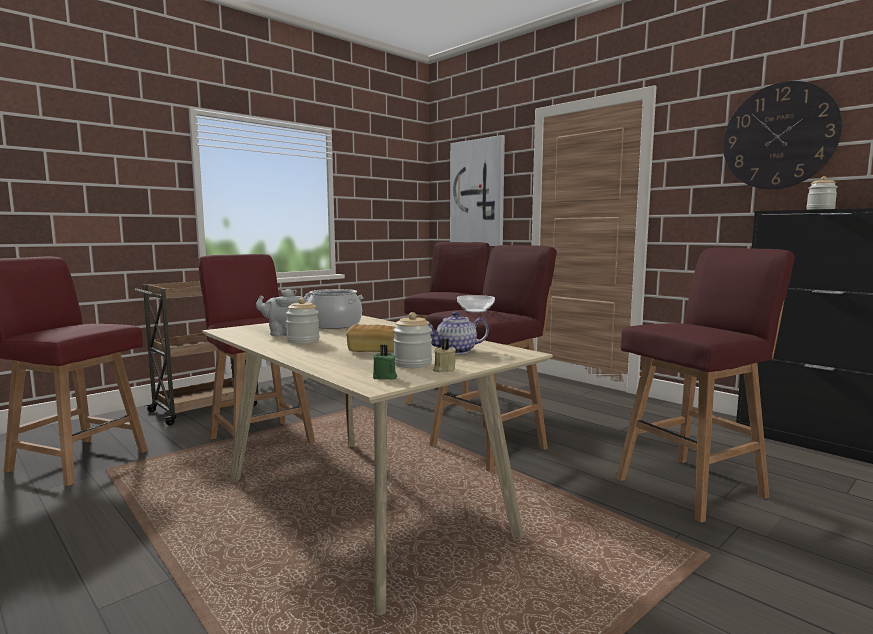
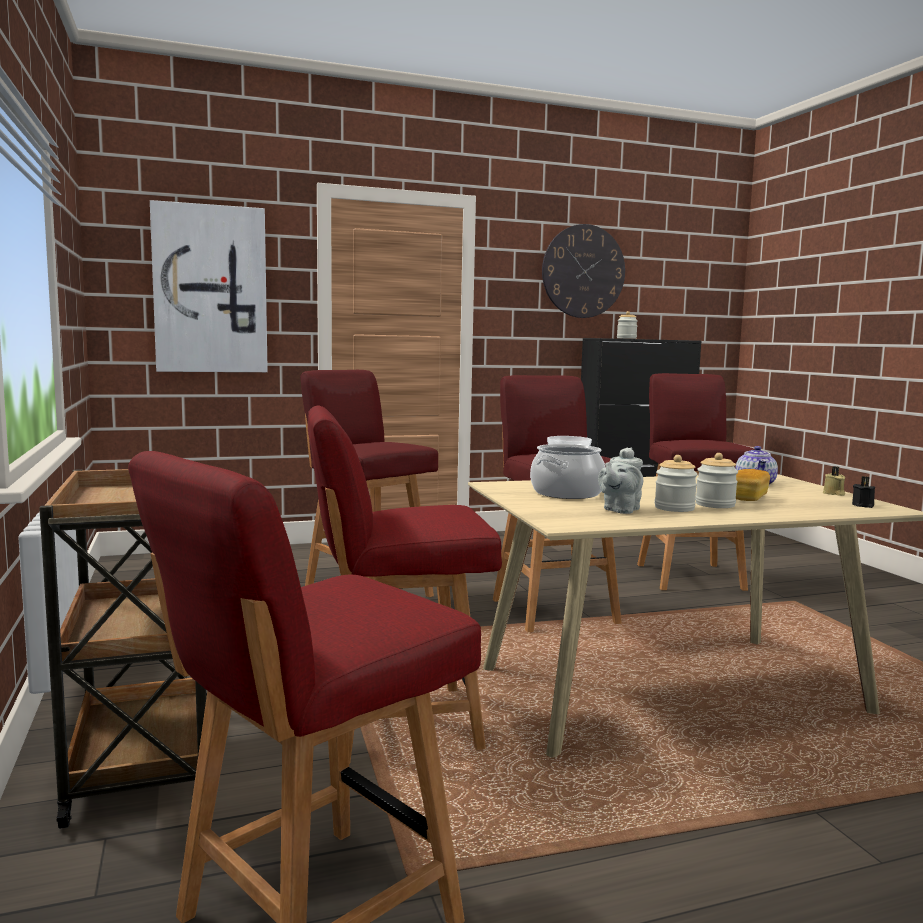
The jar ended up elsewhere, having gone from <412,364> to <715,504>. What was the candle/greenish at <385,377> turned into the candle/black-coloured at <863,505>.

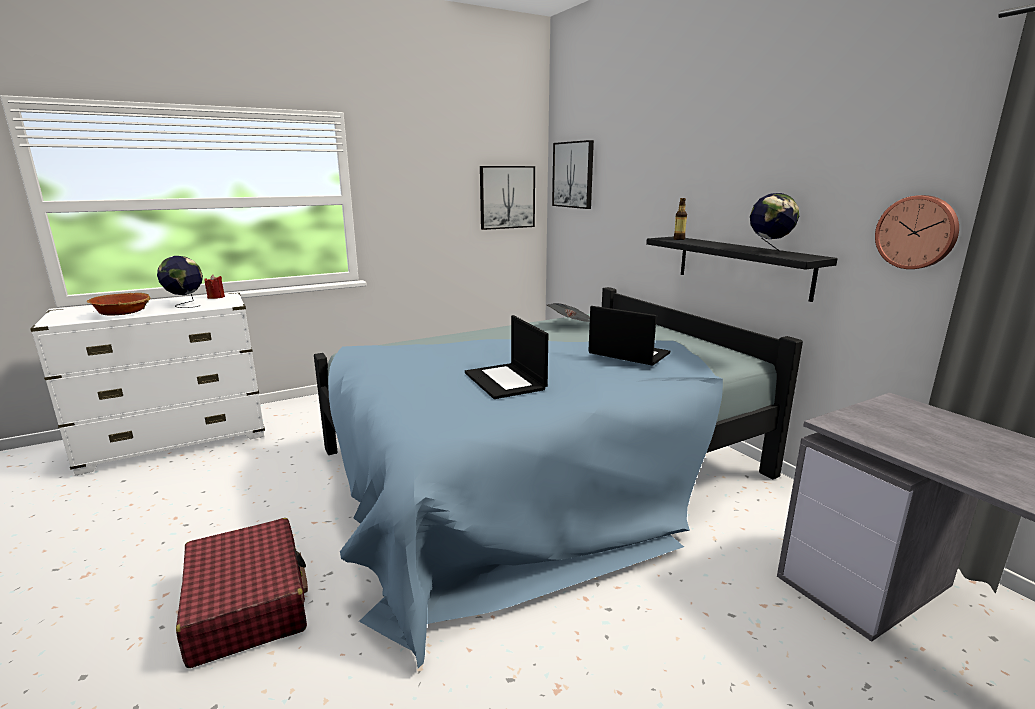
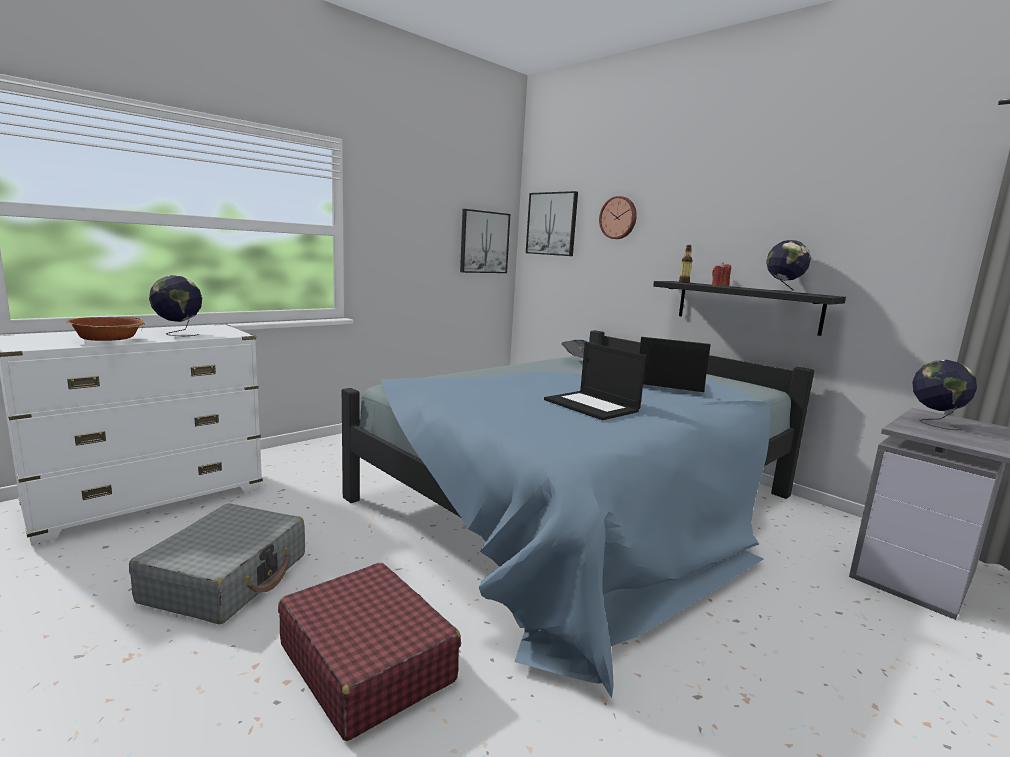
The hanging clock ended up elsewhere, having gone from <917,232> to <618,218>. The candle/reddish ended up elsewhere, having gone from <216,297> to <719,285>. The second view gained the world globe at <934,423>. The second view gained the suitcase/grey at <227,578>.

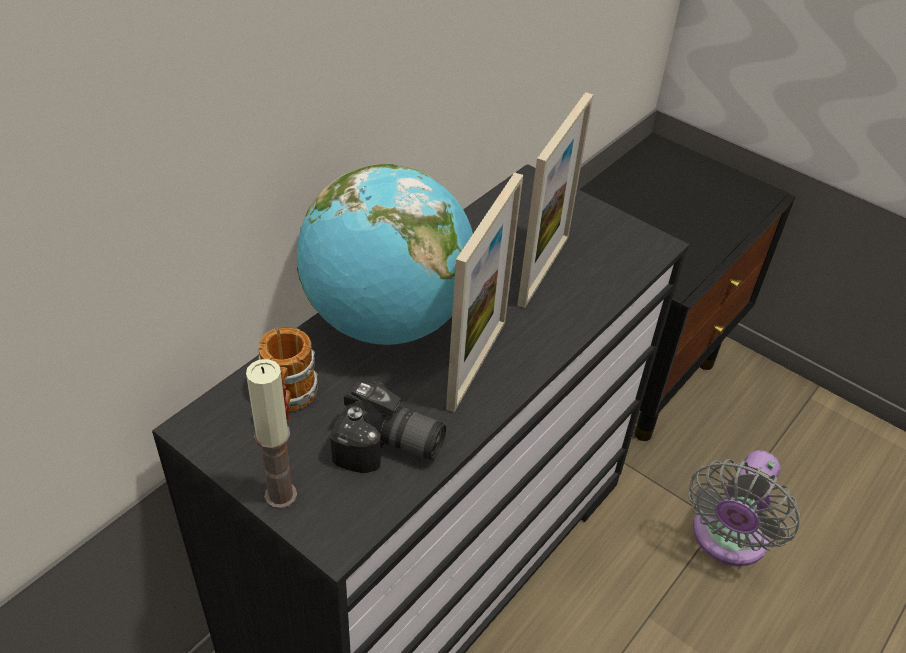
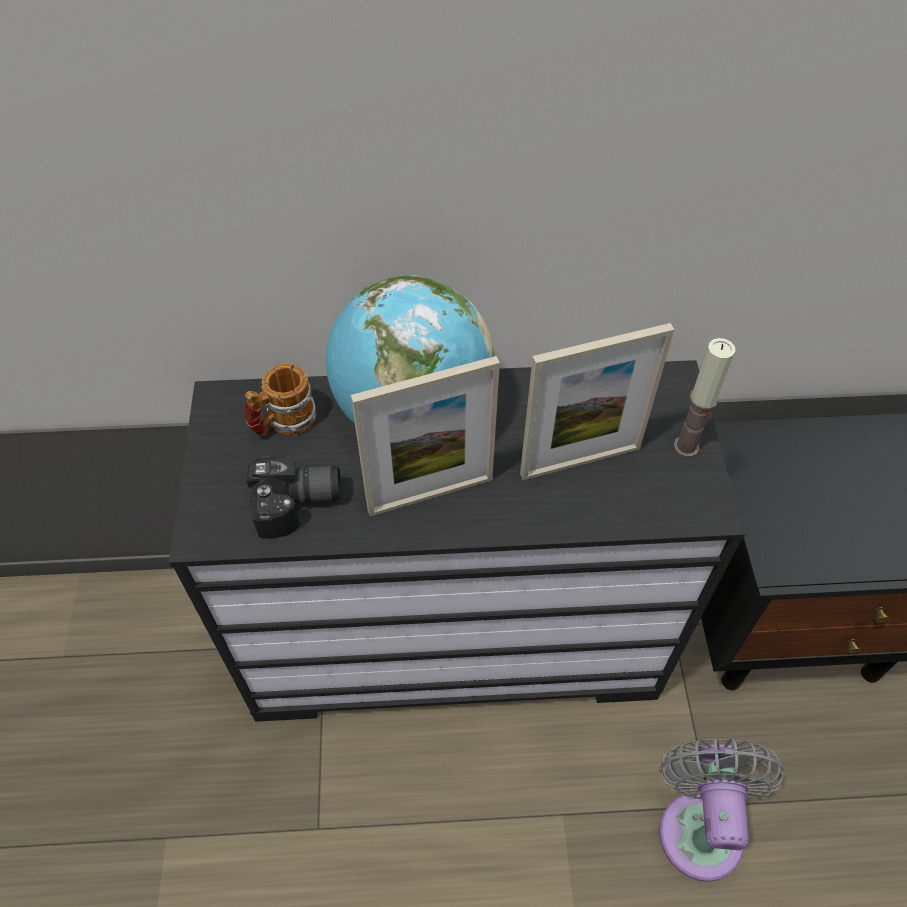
The candle ended up elsewhere, having gone from <281,495> to <686,447>. The photo camera at <388,449> ended up facing another way, 75 degrees counterclockwise from before. The fan/grey at <726,539> ended up facing another way, 105 degrees clockwise from before.

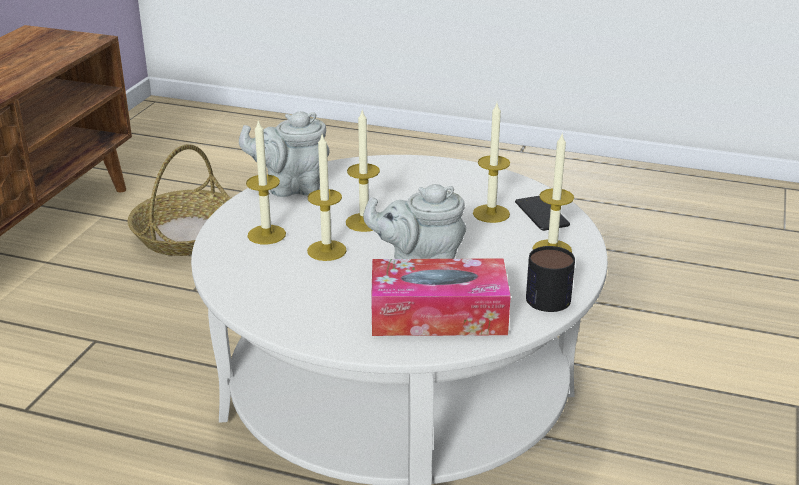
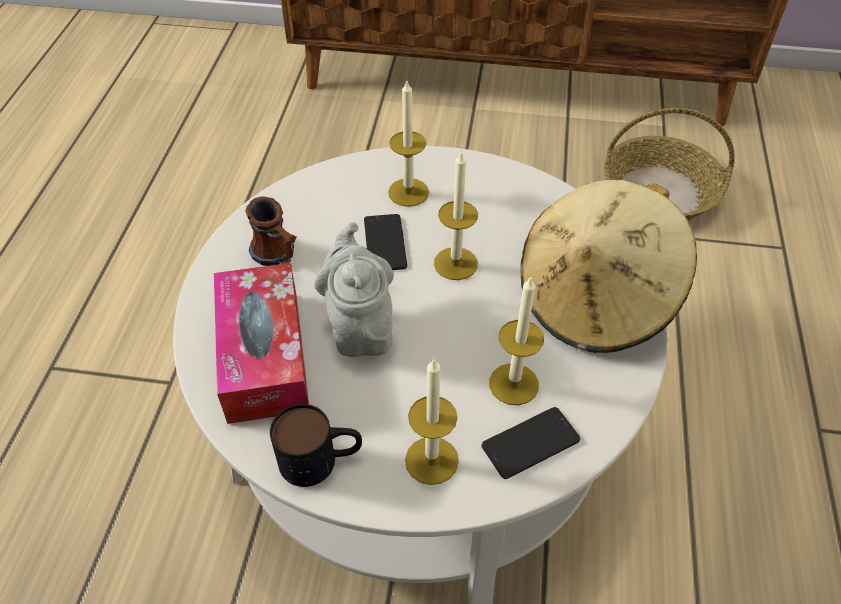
The second view lost the pot for tea/grey at <291,188>. Where the candle stood at <326,250>, the telephone came to stand at <385,243>. The second view gained the clothing hat/beige-coloured at <596,300>. The second view gained the mug at <279,258>.

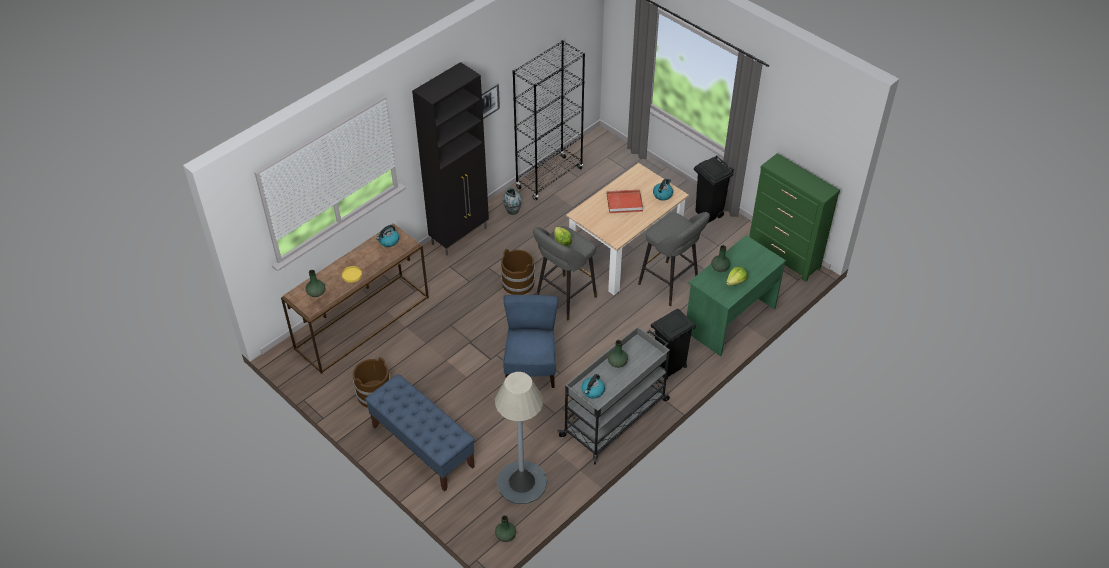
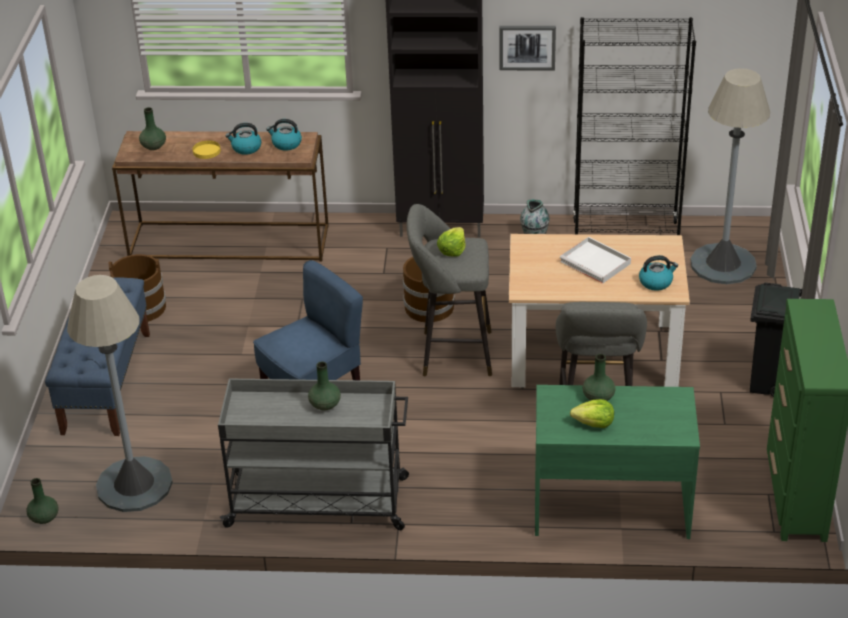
What was the tray/reddish at <625,202> turned into the tray/white-coloured at <596,263>. The second view lost the trash can/black-coloured at <668,368>. The water kettle ended up elsewhere, having gone from <592,391> to <246,148>. The second view gained the standing lamp/grey at <723,264>.

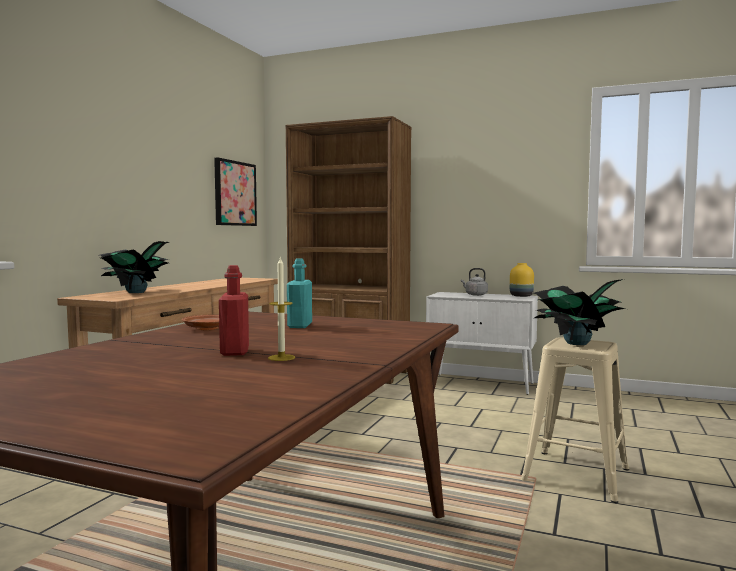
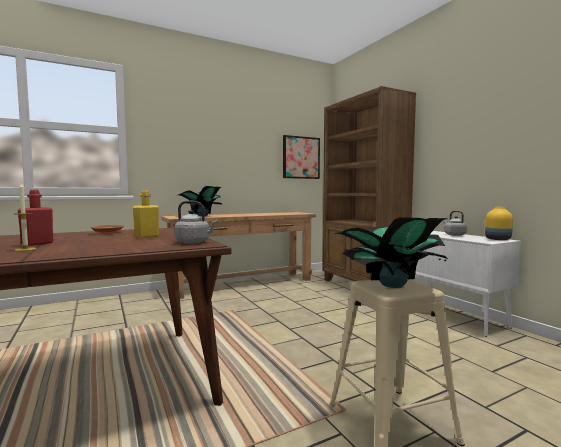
What was the drink bottle/blue-green at <300,325> turned into the drink bottle/yellowish at <146,236>. The second view gained the water kettle/grey at <194,242>.

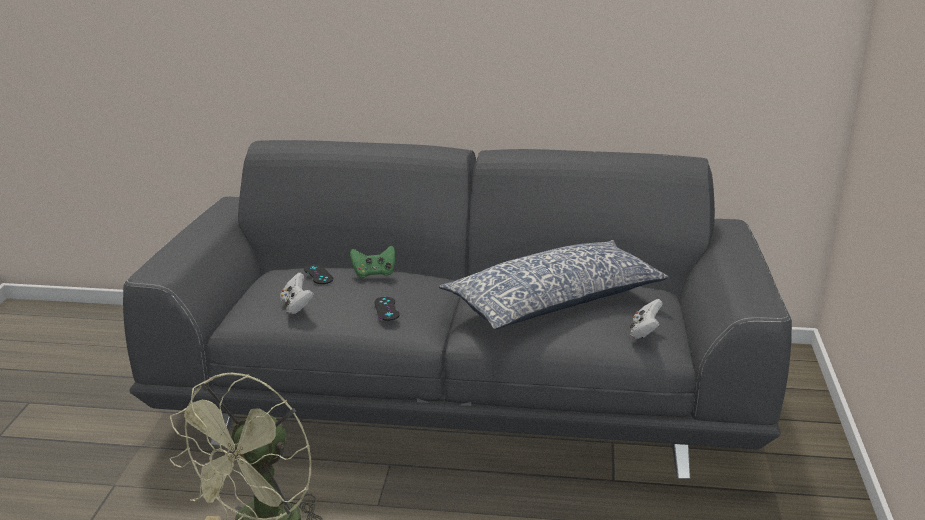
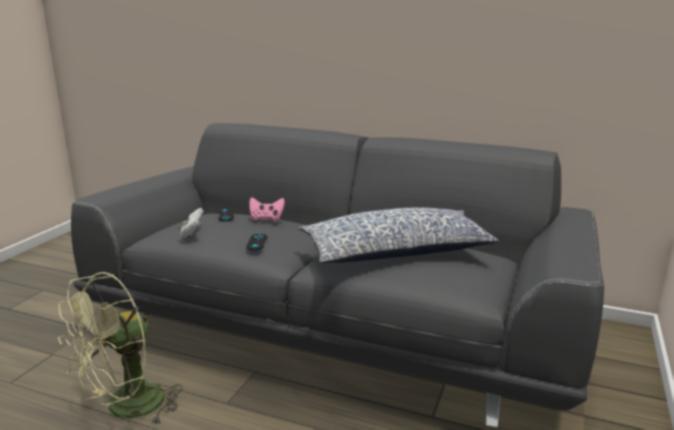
What was the gamepad/greenish at <374,273> turned into the gamepad/pinkish at <266,218>. The second view lost the gamepad/white-coloured at <644,332>.

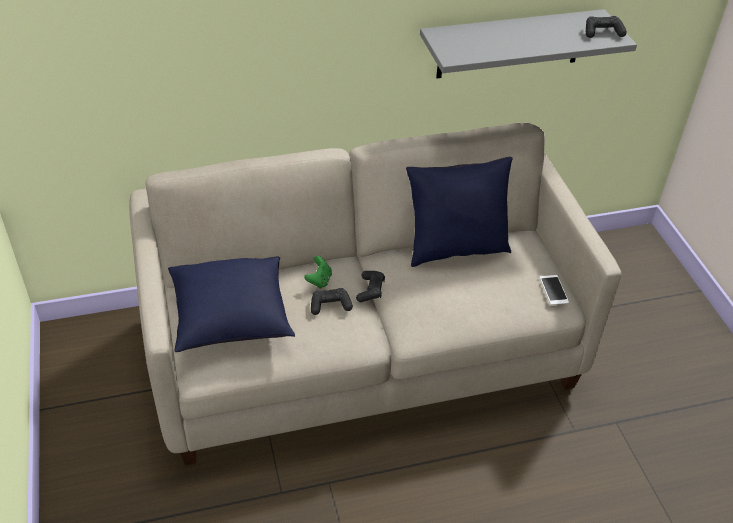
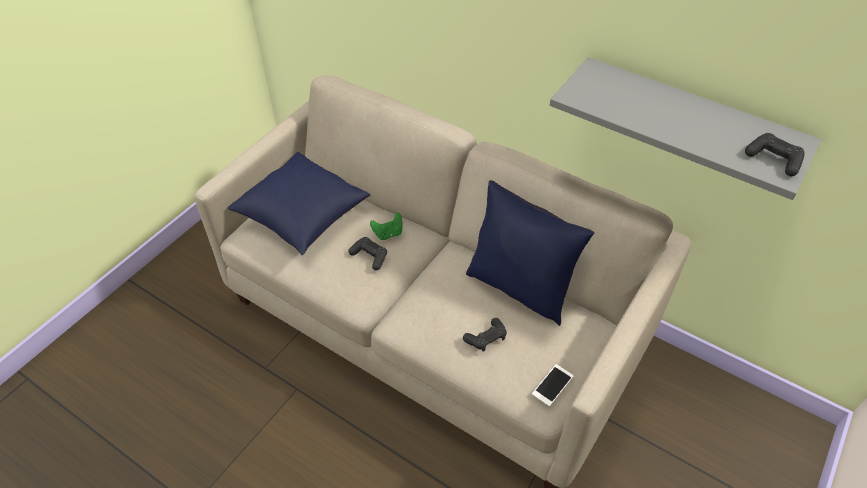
The gamepad/black-coloured ended up elsewhere, having gone from <370,290> to <486,338>.

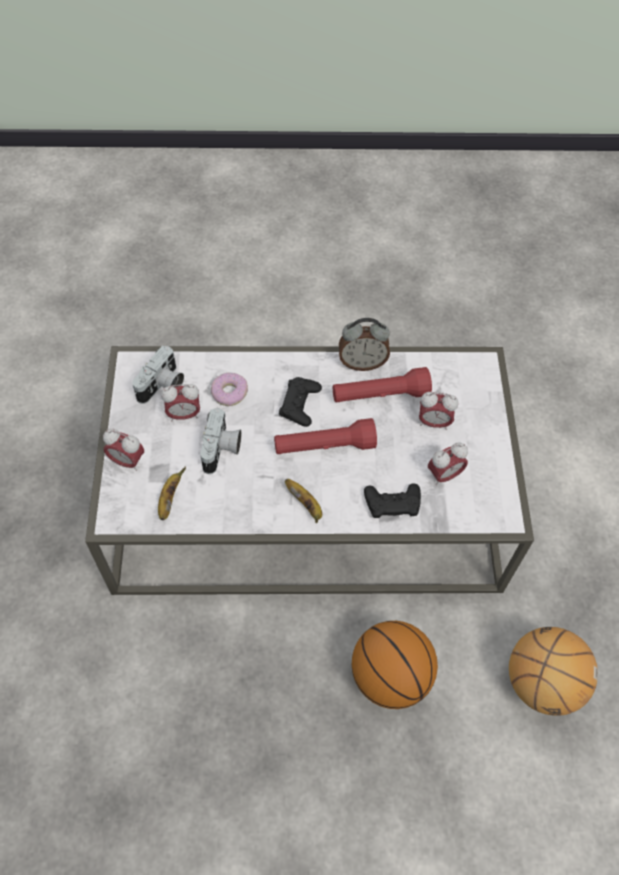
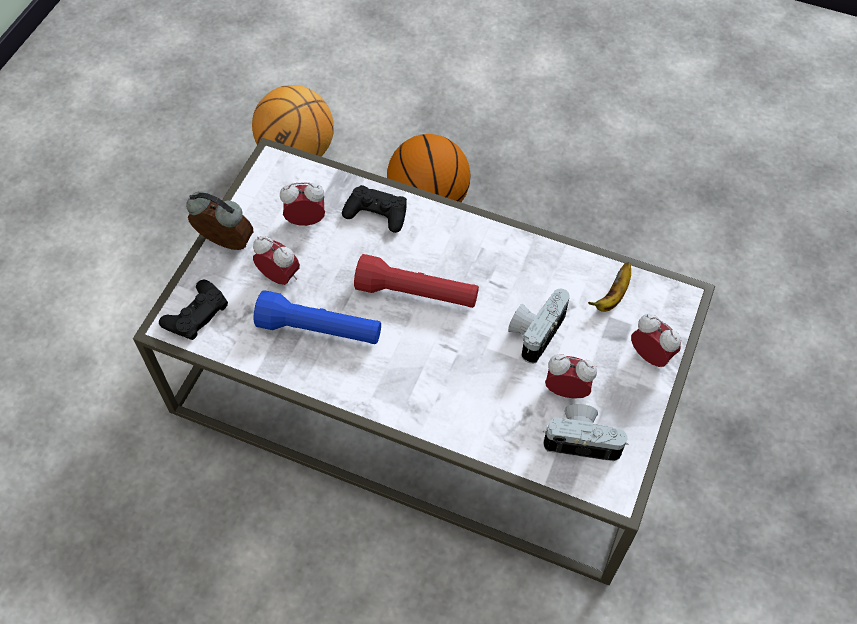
The table clock ended up elsewhere, having gone from <362,362> to <225,244>. The photo camera at <162,386> ended up facing another way, 45 degrees clockwise from before. What was the torch/reddish at <380,395> turned into the torch/blue-coloured at <320,330>. The second view lost the ring doughnut at <229,392>. The gamepad/black-coloured ended up elsewhere, having gone from <300,404> to <196,314>. The second view lost the banana fruit at <306,504>.

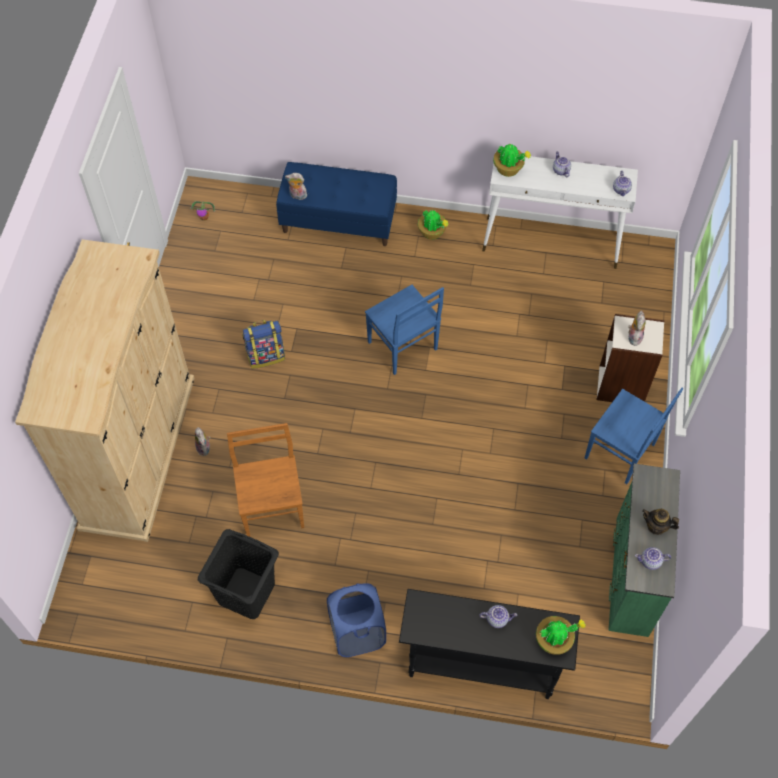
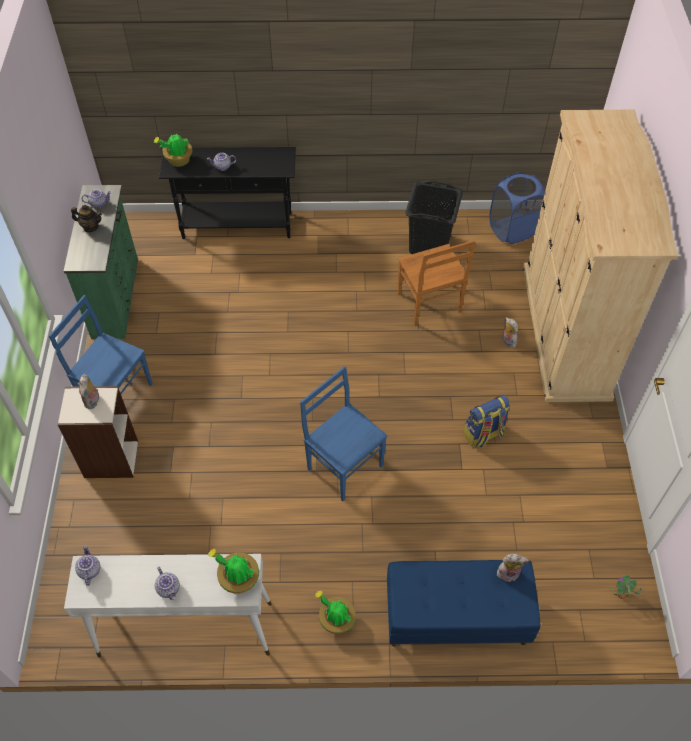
The laundry basket/blue-coloured ended up elsewhere, having gone from <357,633> to <512,230>.

